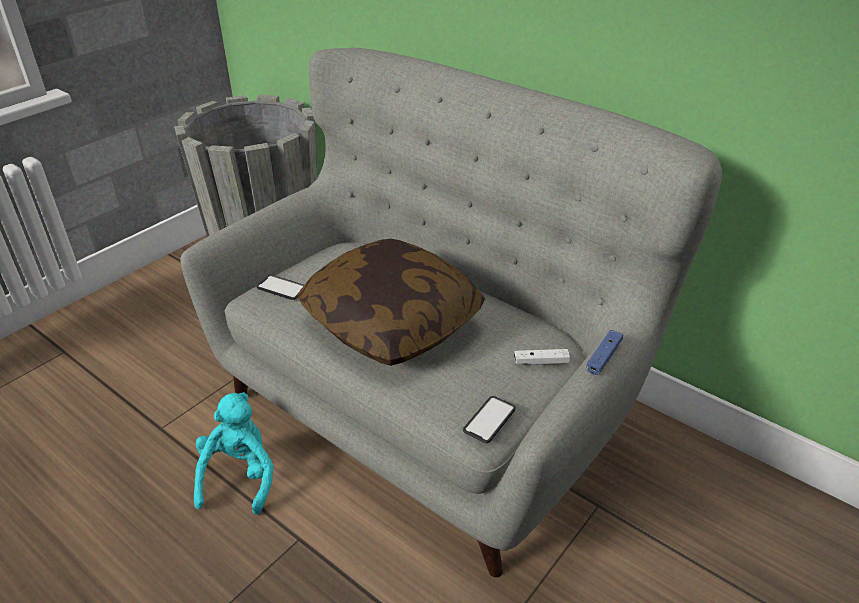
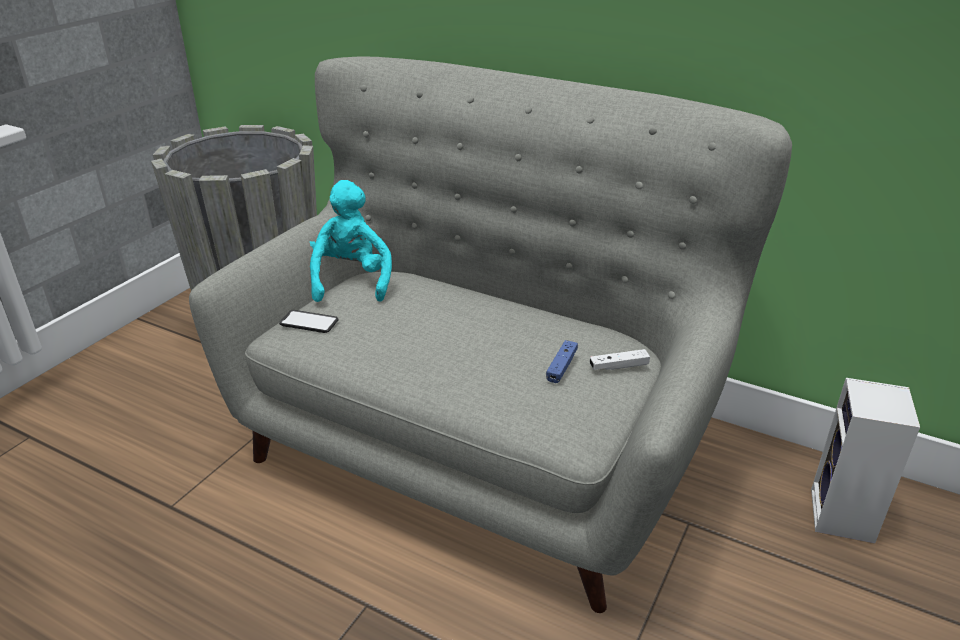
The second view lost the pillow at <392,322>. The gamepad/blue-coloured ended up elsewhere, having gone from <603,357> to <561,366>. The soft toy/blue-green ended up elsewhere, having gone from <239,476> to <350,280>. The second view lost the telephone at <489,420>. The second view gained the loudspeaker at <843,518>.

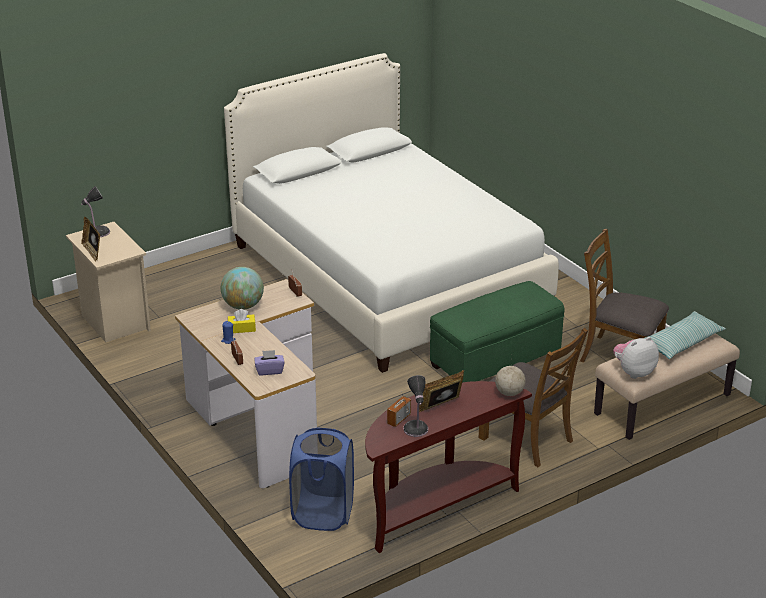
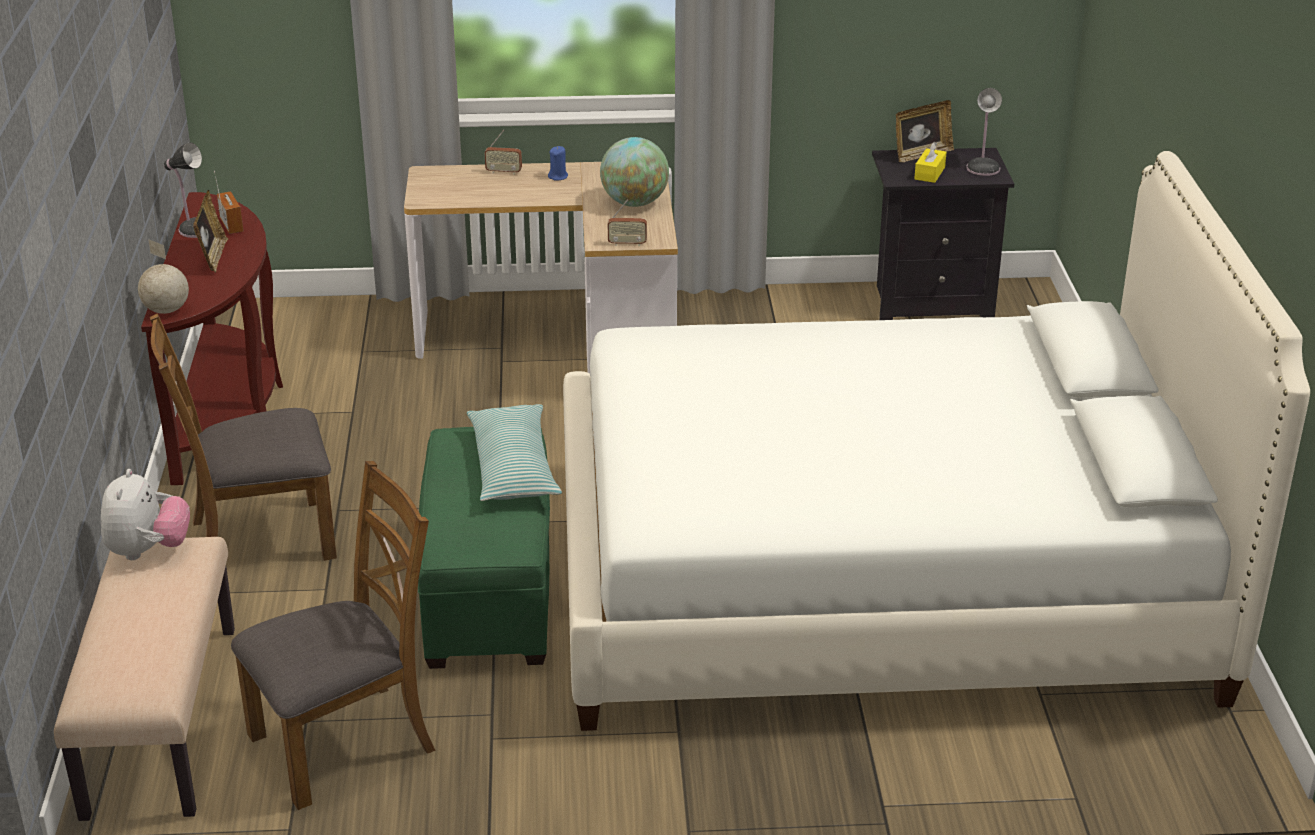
The photo frame at <92,252> ended up facing another way, 150 degrees clockwise from before. What was the bedside table/beige-coloured at <114,321> turned into the bedside table/black-coloured at <931,302>. The tissue box/yellowish ended up elsewhere, having gone from <242,328> to <929,173>. The pillow ended up elsewhere, having gone from <681,343> to <513,467>. The second view lost the tissue box/purple at <269,370>. The second view lost the laundry basket/blue-coloured at <323,514>.

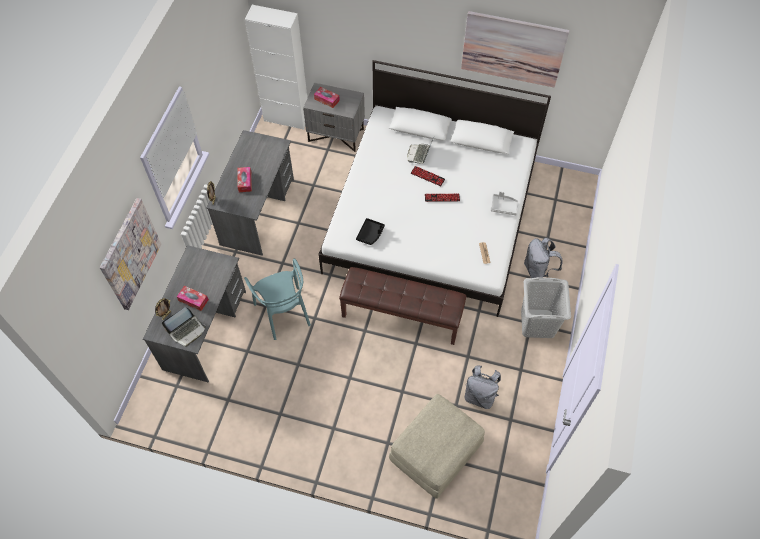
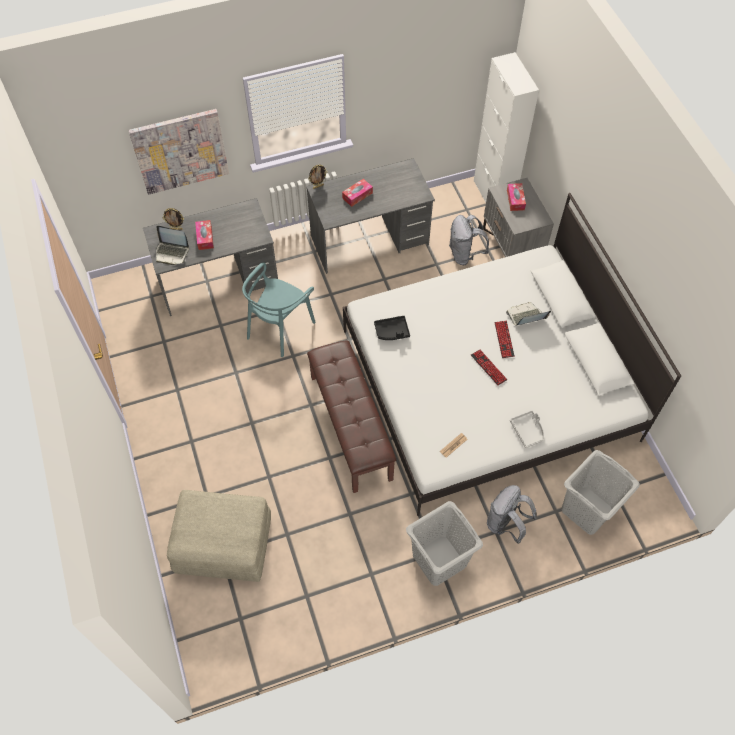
The second view lost the picture at <513,49>. The backpack/grey ended up elsewhere, having gone from <480,396> to <464,254>. The second view gained the laundry basket/grey at <587,510>.

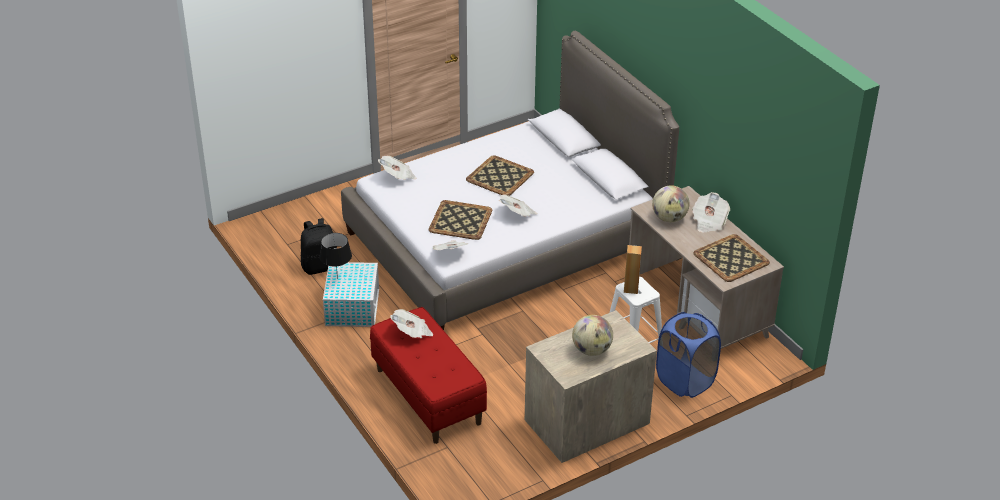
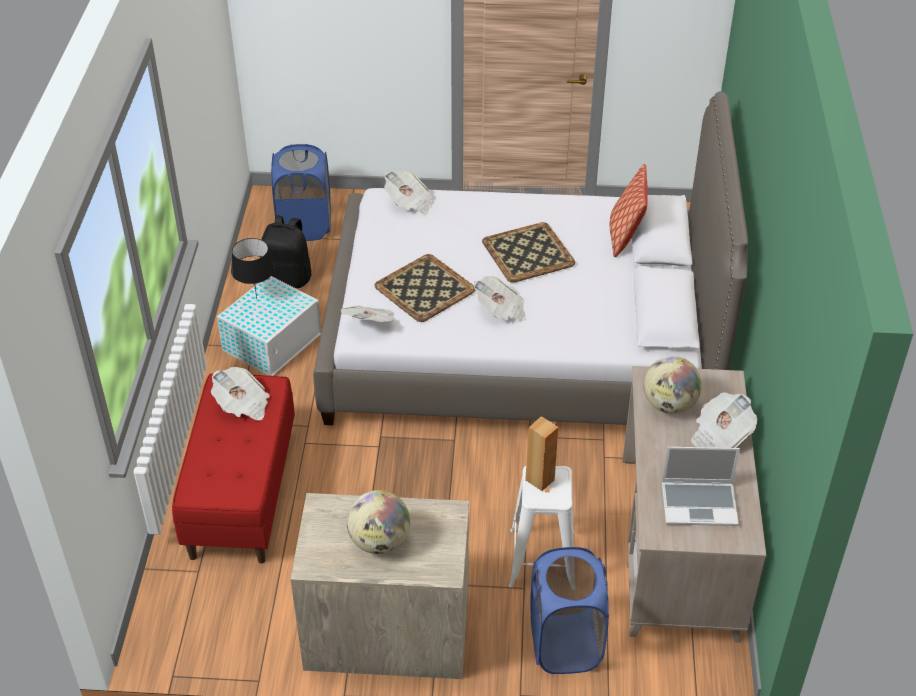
Where the tray stood at <731,258>, the laptop came to stand at <700,504>. The second view gained the laundry basket/blue-coloured at <305,226>. The second view gained the pillow at <625,236>.

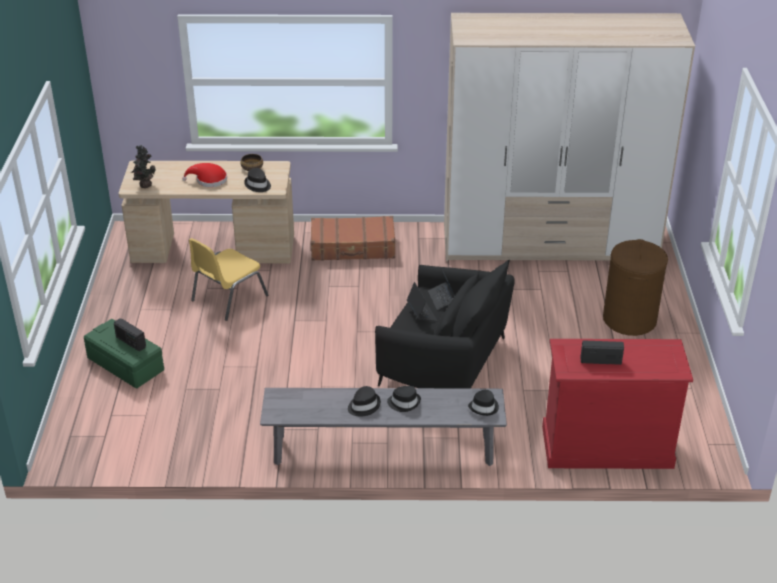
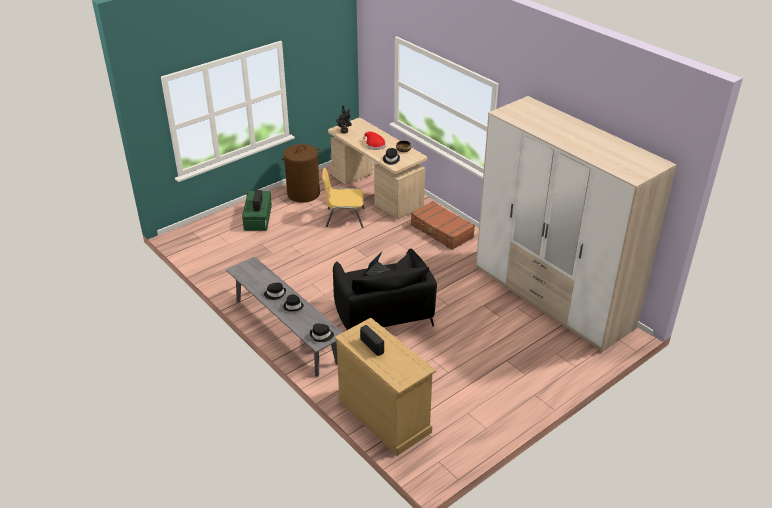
The laundry basket/brown ended up elsewhere, having gone from <629,319> to <303,194>. What was the drawer chest/reddish at <606,446> turned into the drawer chest/beige-coloured at <384,415>.

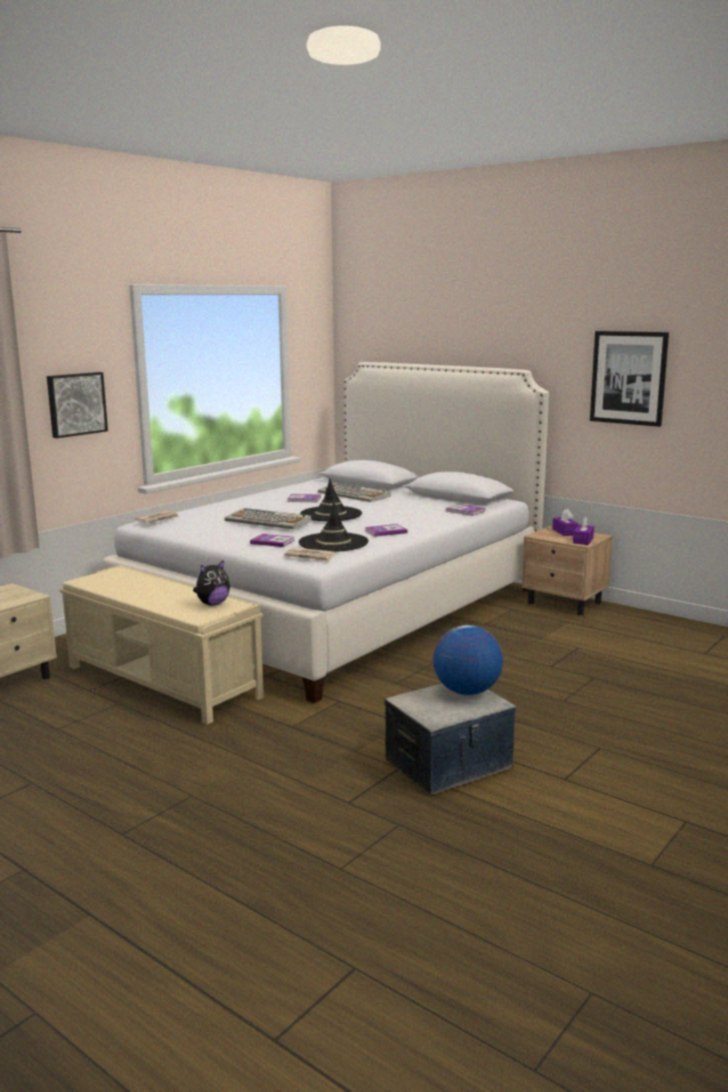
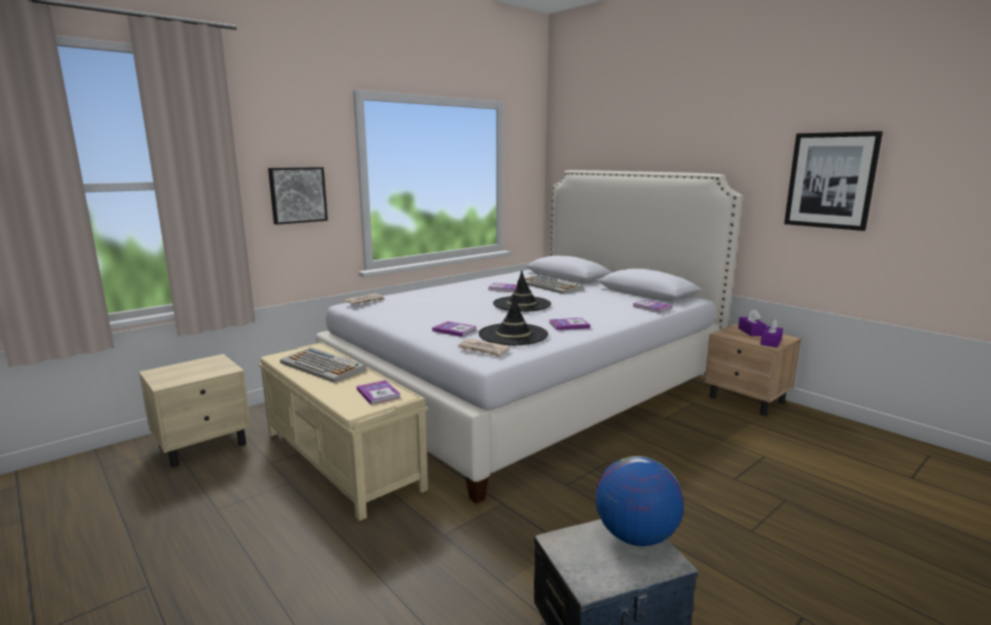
The PC keyboard ended up elsewhere, having gone from <269,521> to <323,366>. Where the soft toy stood at <212,604>, the bound book came to stand at <378,393>.

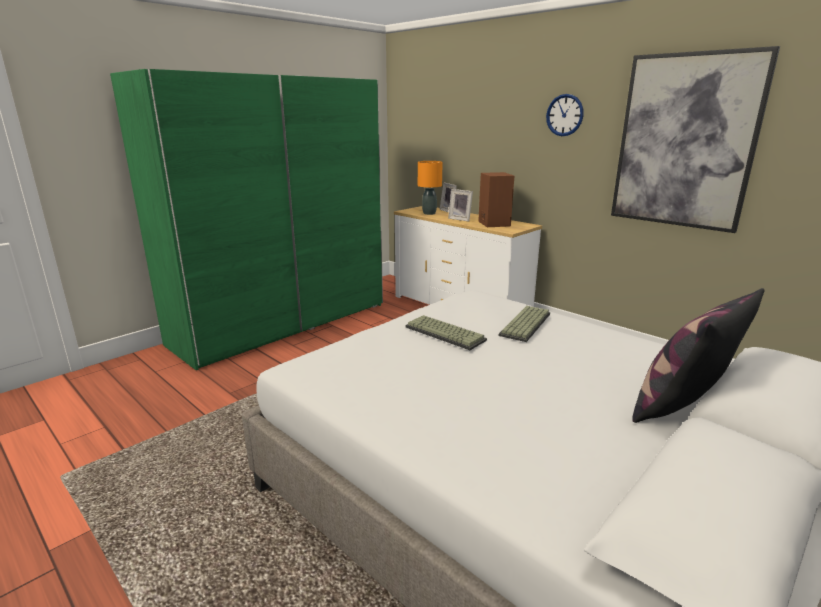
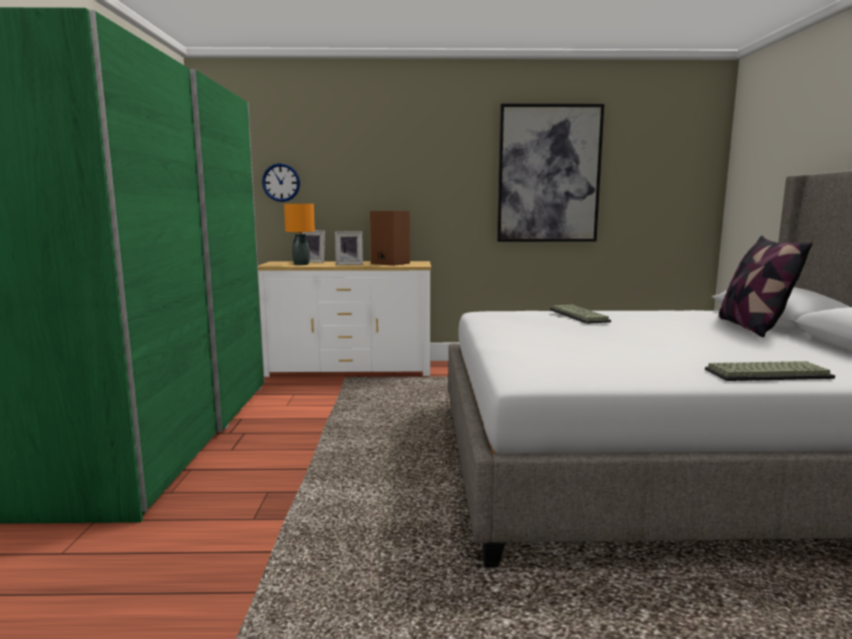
The hanging clock ended up elsewhere, having gone from <564,115> to <281,182>. The PC keyboard ended up elsewhere, having gone from <446,333> to <767,373>.

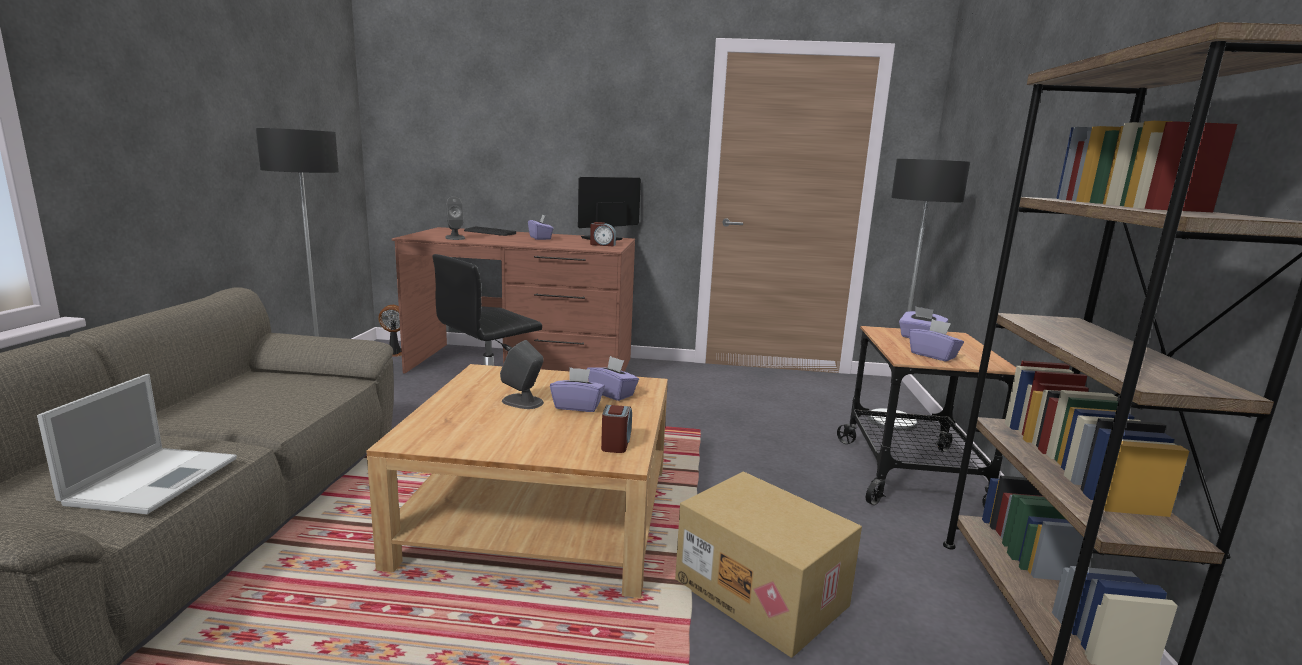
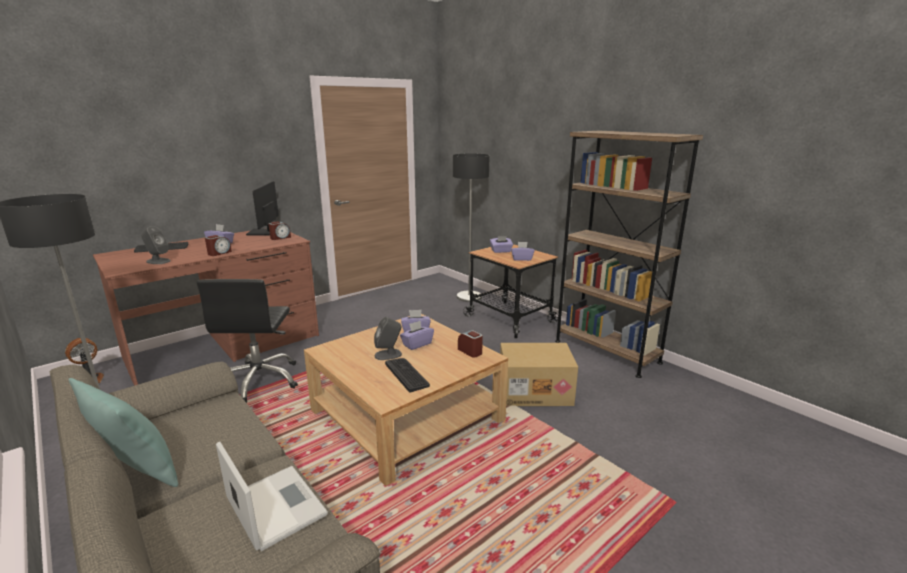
The second view gained the table clock at <219,253>. The second view gained the PC keyboard at <407,374>. The second view gained the pillow/blue-green at <137,472>.

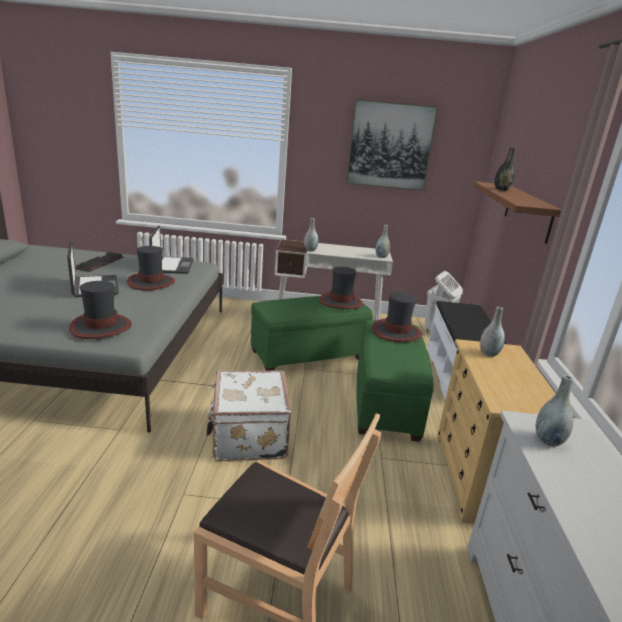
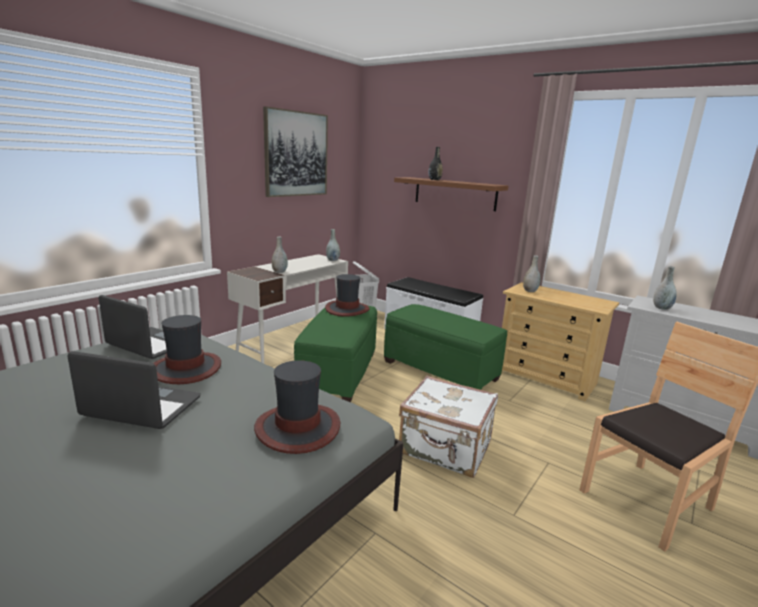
The second view lost the PC keyboard at <100,263>. The second view lost the clothing hat at <396,332>.

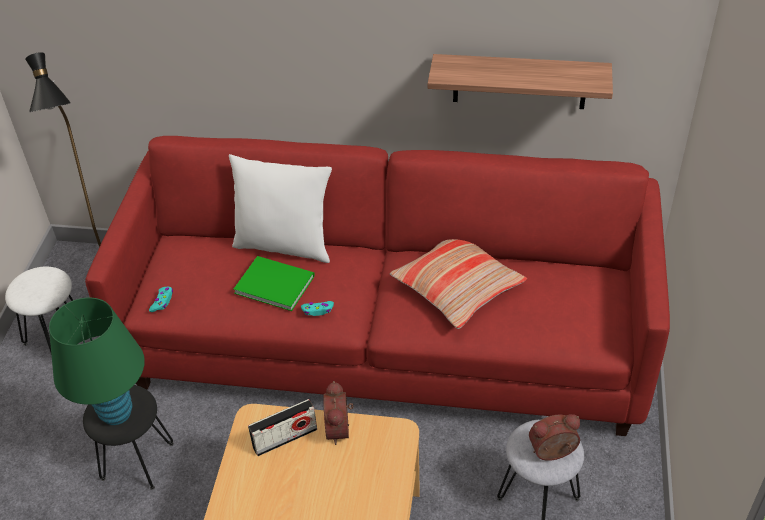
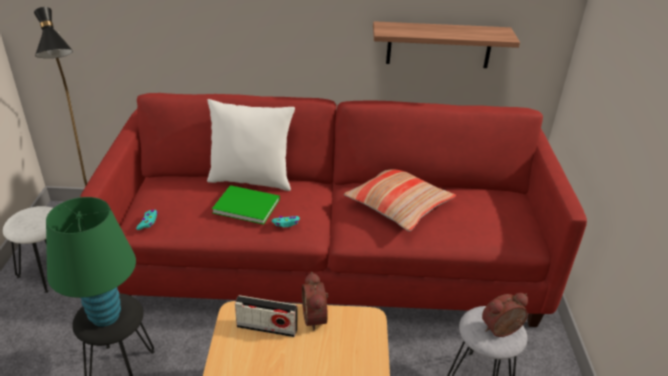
The radio receiver at <285,438> ended up facing another way, 45 degrees clockwise from before.

